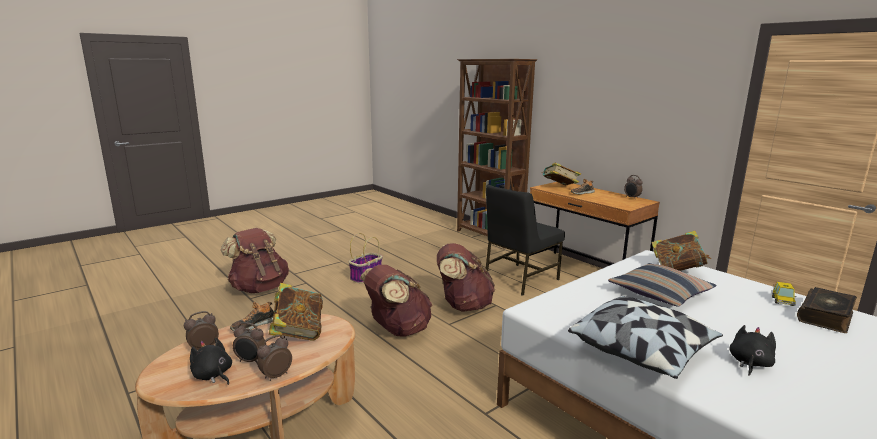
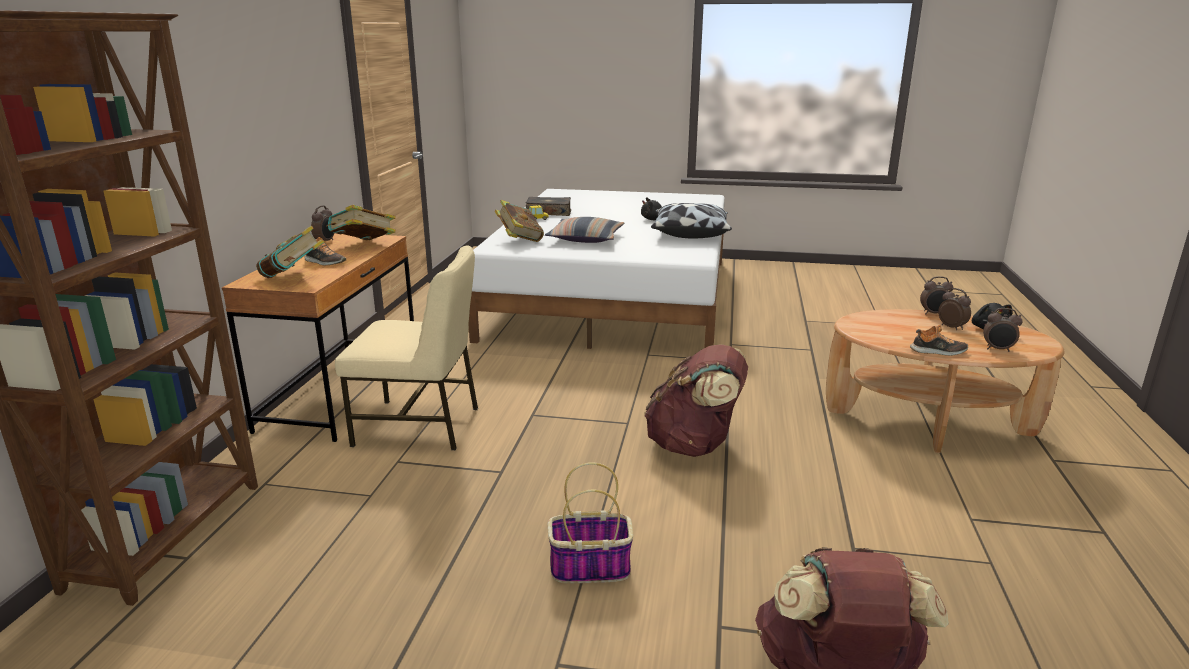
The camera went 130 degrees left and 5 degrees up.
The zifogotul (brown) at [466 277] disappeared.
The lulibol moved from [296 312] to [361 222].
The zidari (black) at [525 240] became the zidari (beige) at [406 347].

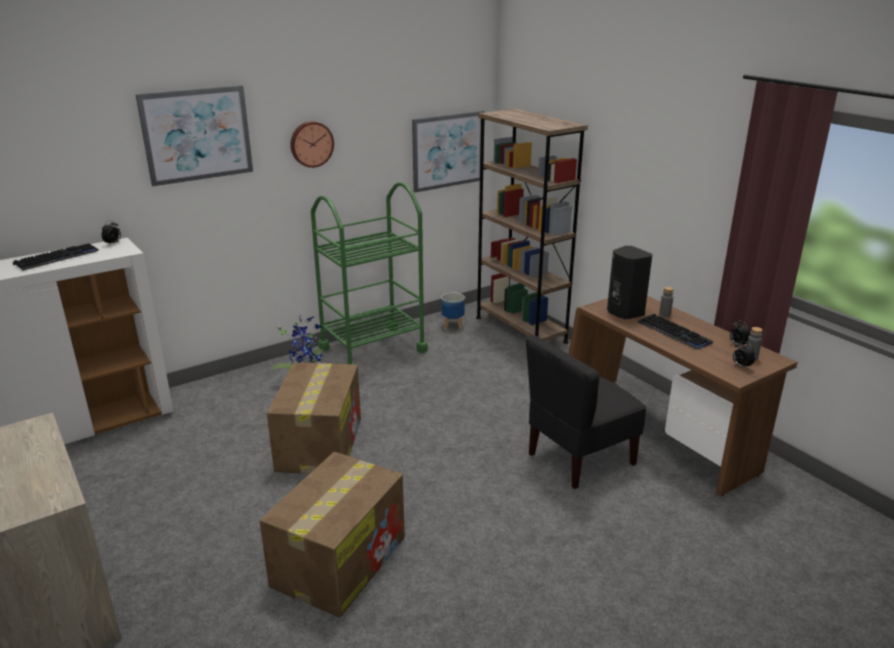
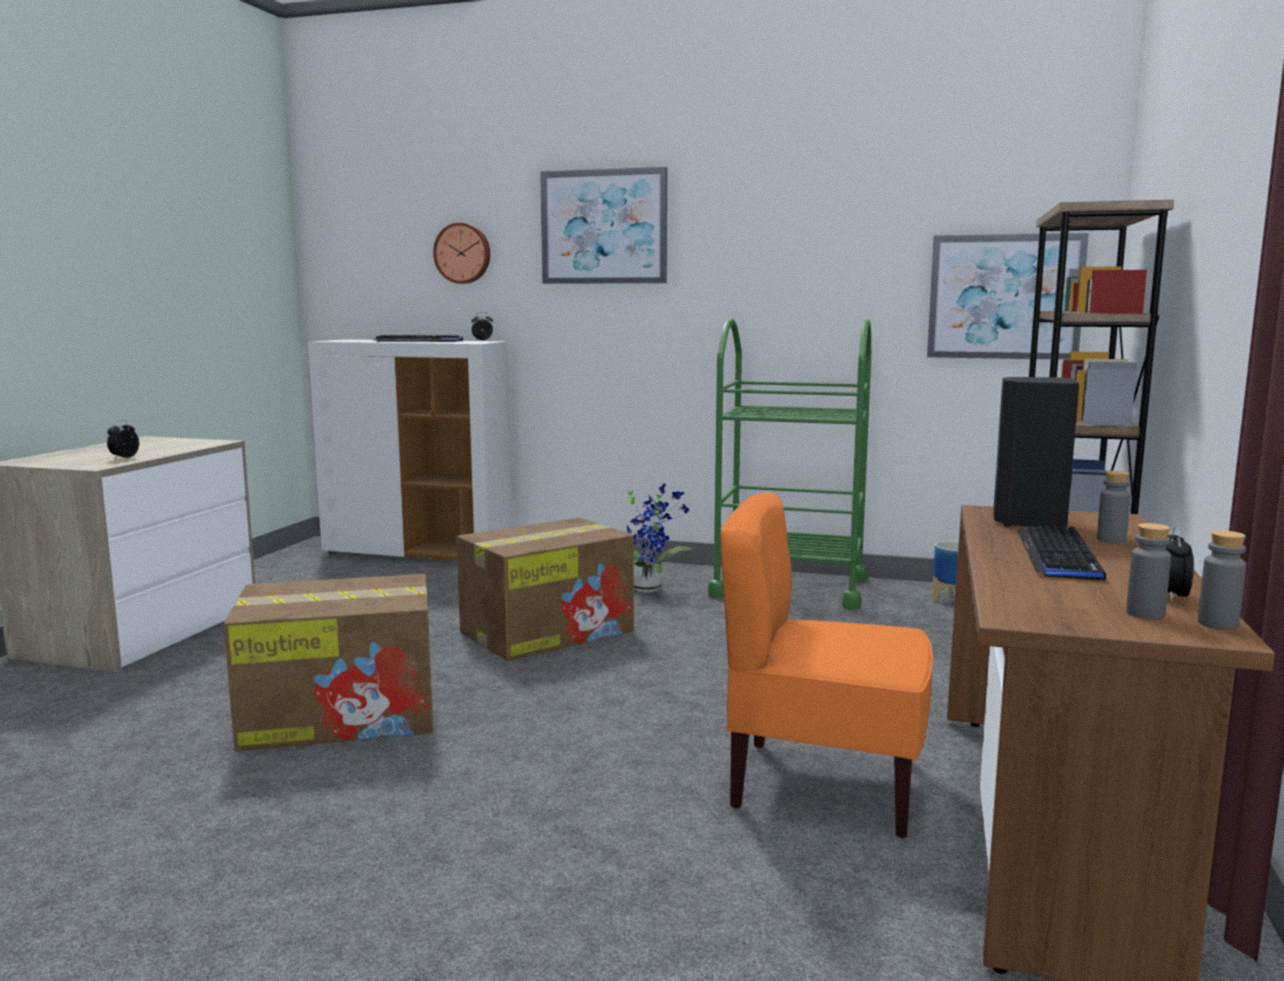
The camera went 50 degrees right and 15 degrees down.
The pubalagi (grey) at [1222 580] appeared.
The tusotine moved from [312 144] to [461 253].
The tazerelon moved from [744 355] to [123 439].
The zidari (black) at [586 412] became the zidari (orange) at [826 665].

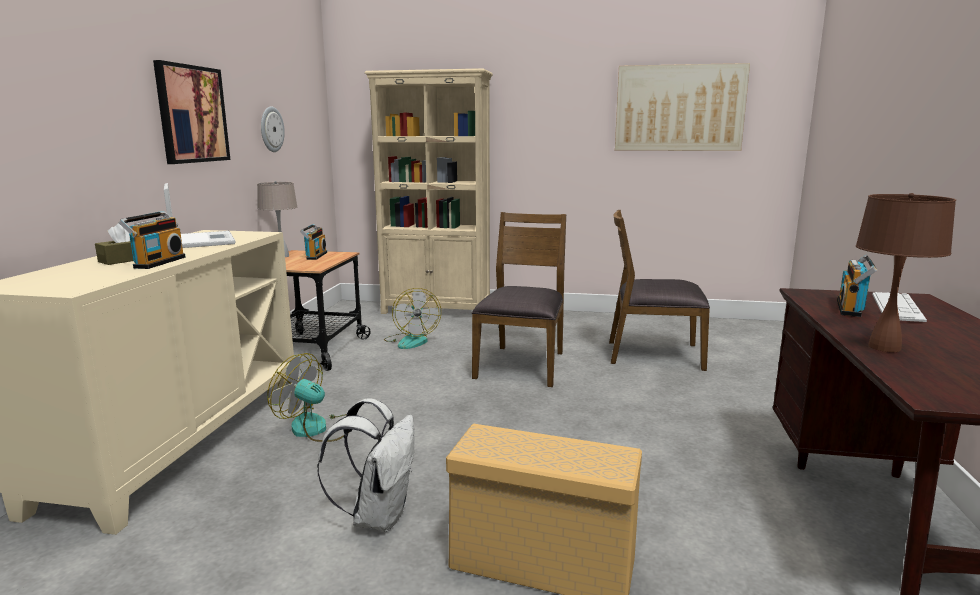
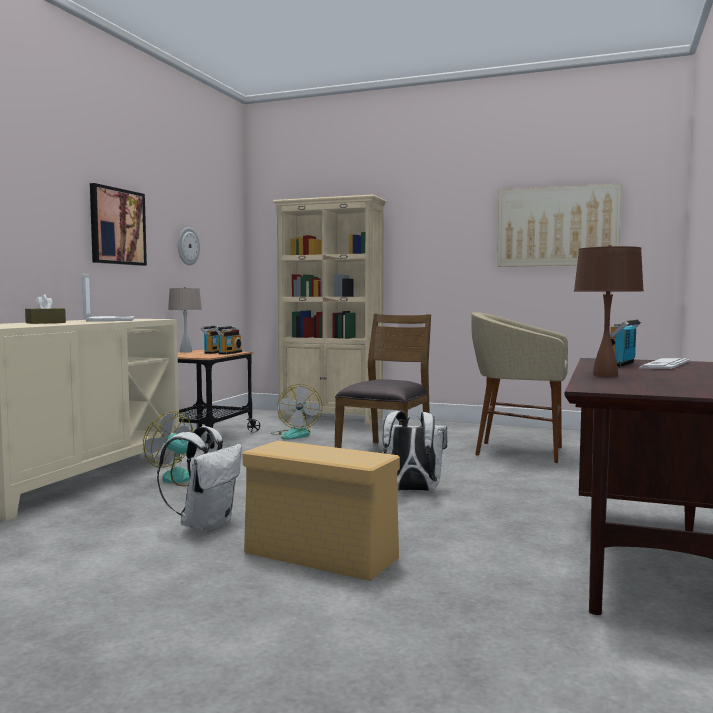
The camera went 10 degrees right and 10 degrees down.
The zifogotul (white) at [415 451] appeared.
The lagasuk moved from [152 240] to [228 340].
The zidari (brown) at [659 290] was replaced by the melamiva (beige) at [519 387].

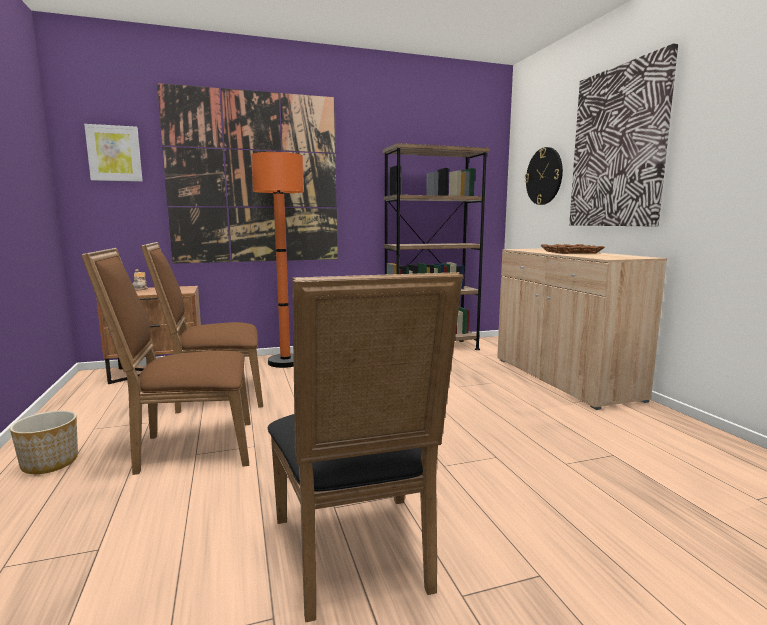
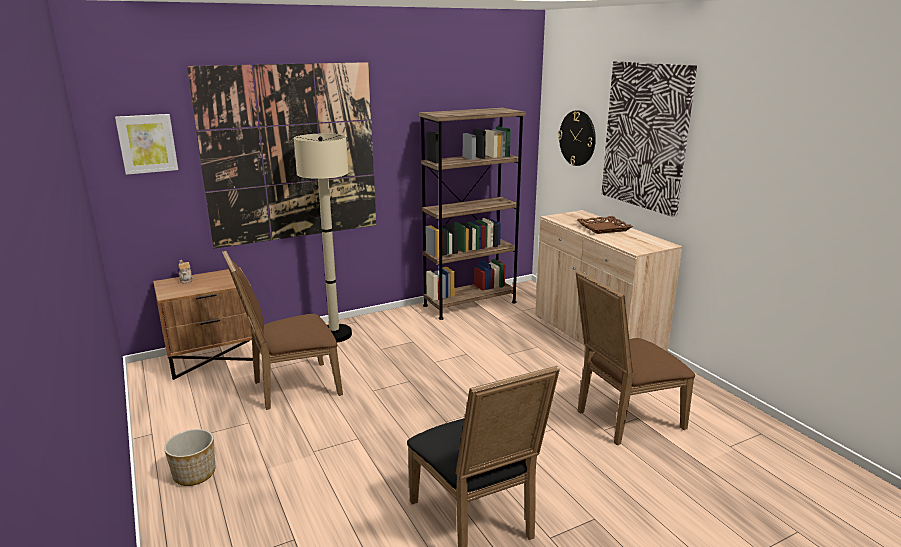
The camera went 10 degrees left and 10 degrees up.
The zidari (brown) moved from [166 361] to [635 357].
The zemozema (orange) at [277 260] became the zemozema (beige) at [323 238].

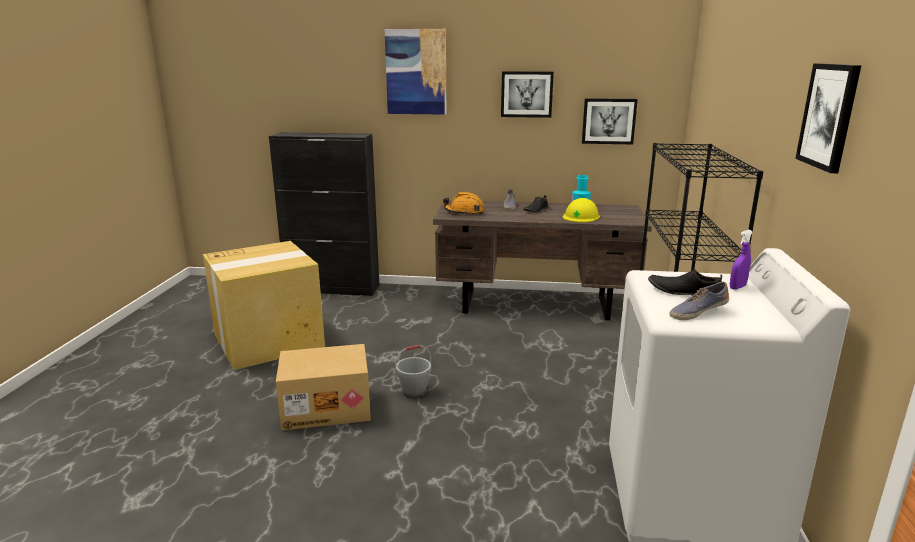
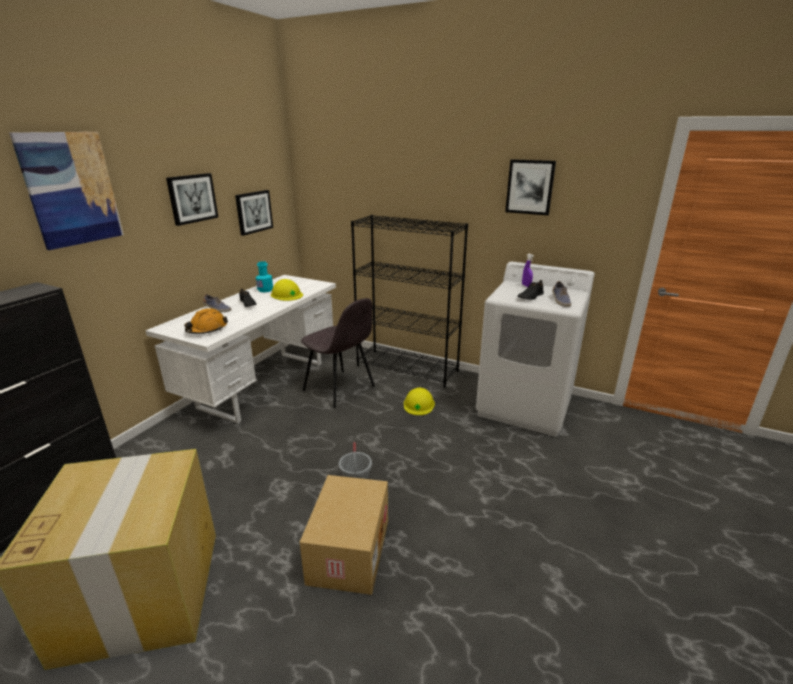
The camera went 70 degrees left and 5 degrees up.
The zidari (grey) at [338 353] appeared.
The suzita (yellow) at [419 401] appeared.
The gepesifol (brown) at [542 260] became the gepesifol (white) at [240 349].

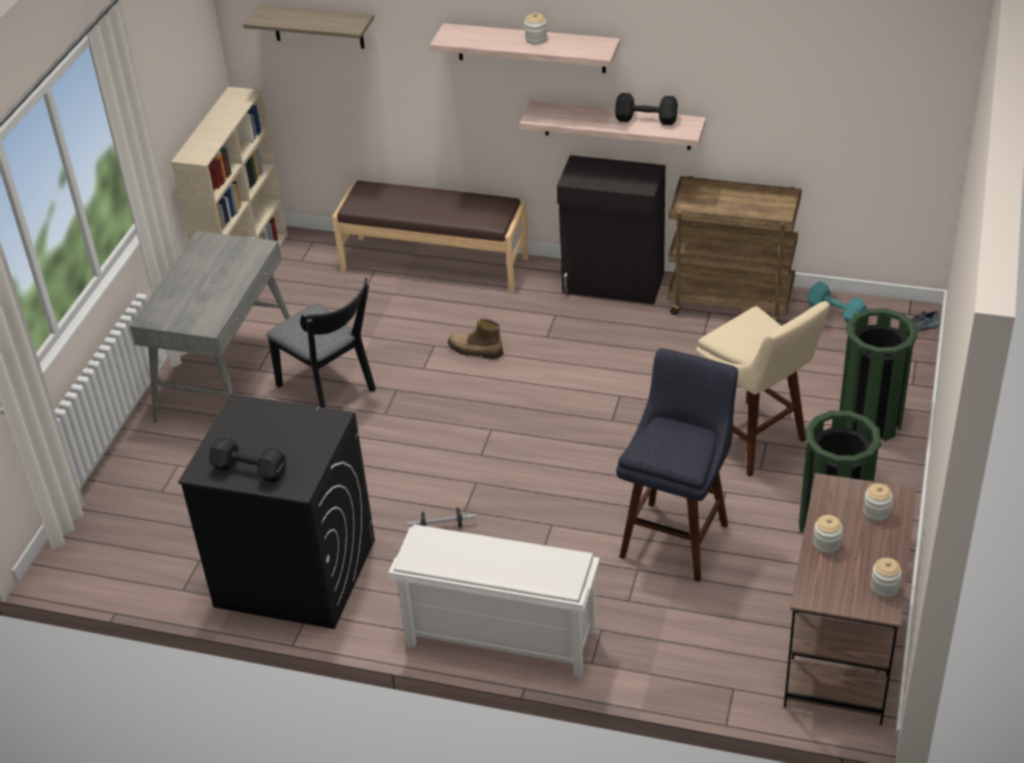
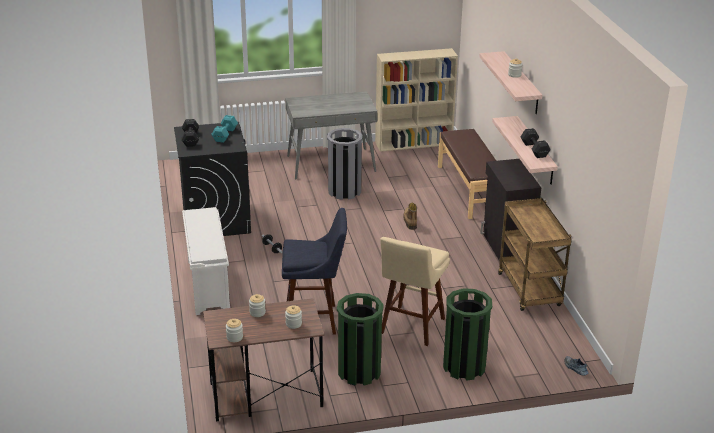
The camera went 60 degrees right and 10 degrees down.
The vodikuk at [308 27] disappeared.
The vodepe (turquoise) moved from [837 302] to [224 129].
The zidari (black) at [321 343] was replaced by the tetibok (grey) at [345 164].

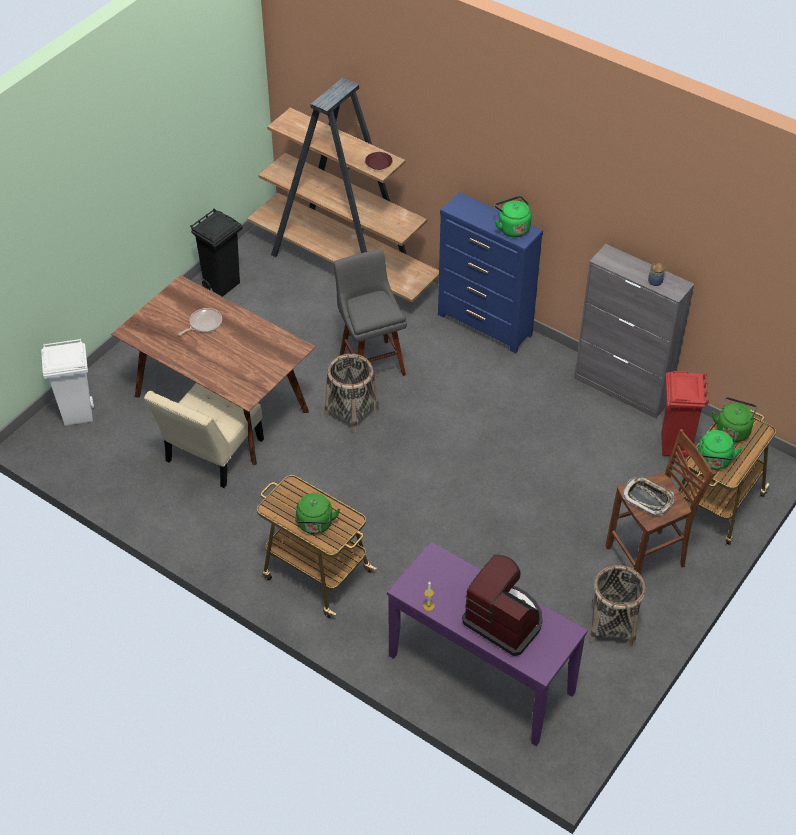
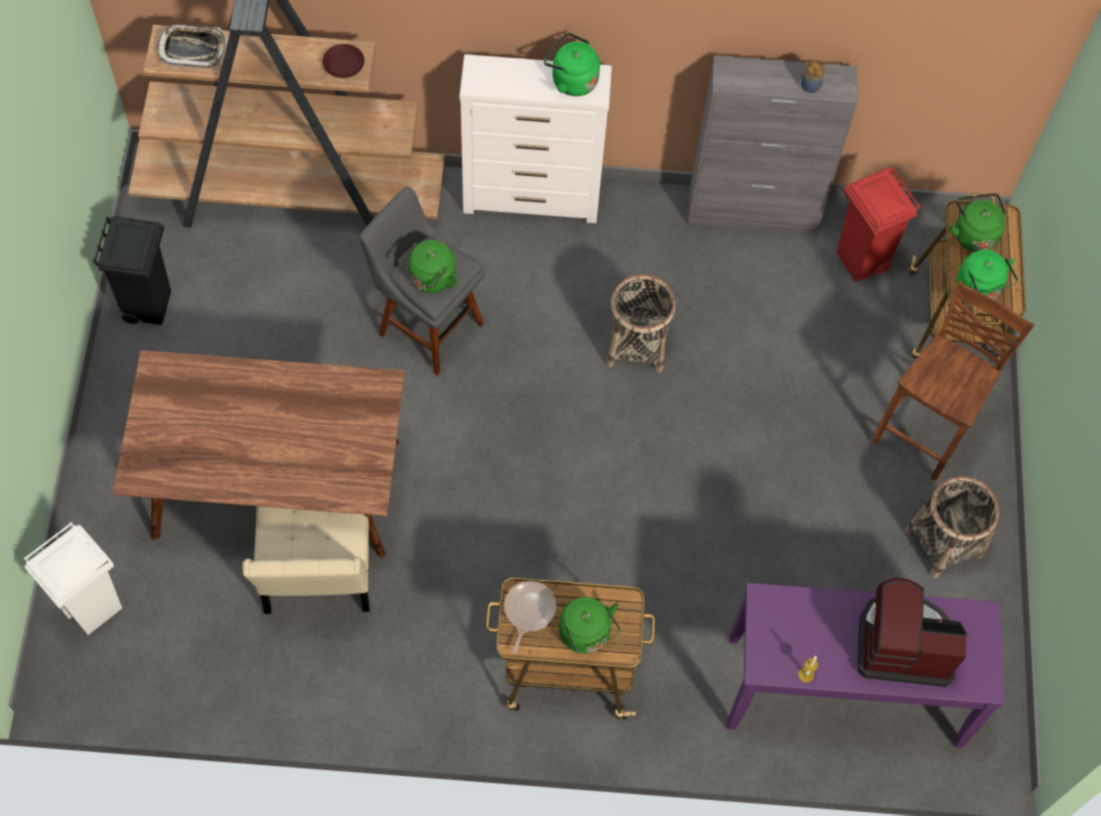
The camera went 35 degrees left and 15 degrees up.
The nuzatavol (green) at [428 266] appeared.
The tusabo moved from [200 321] to [530 617].
The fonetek moved from [352 393] to [641 323].
The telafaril moved from [648 496] to [191 46].
The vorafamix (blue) at [490 272] became the vorafamix (white) at [535 138].

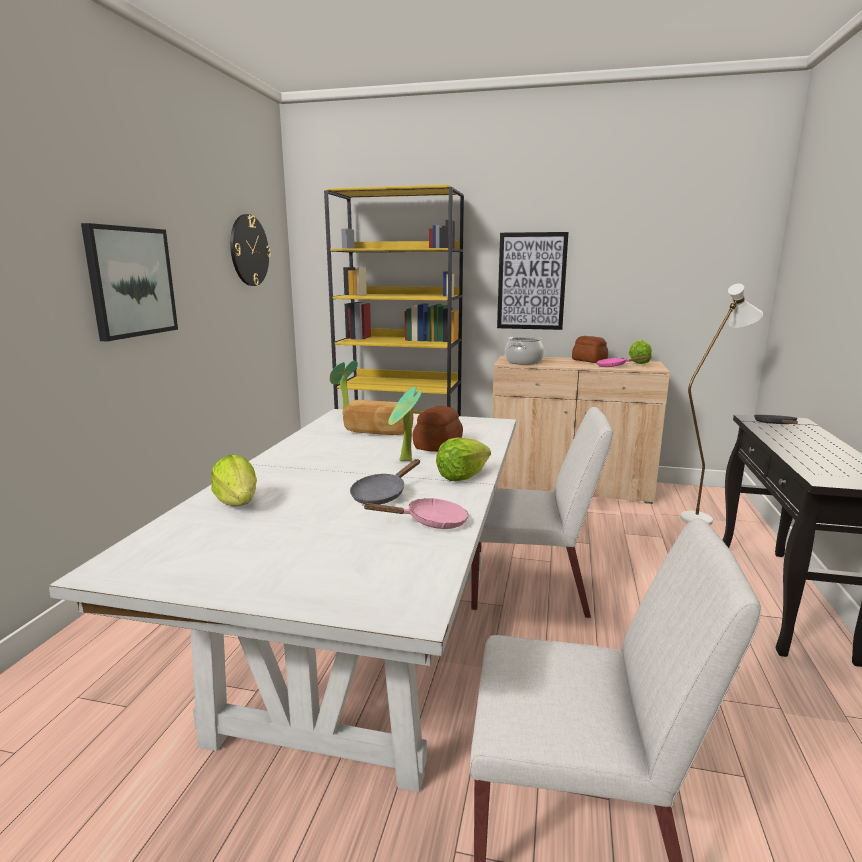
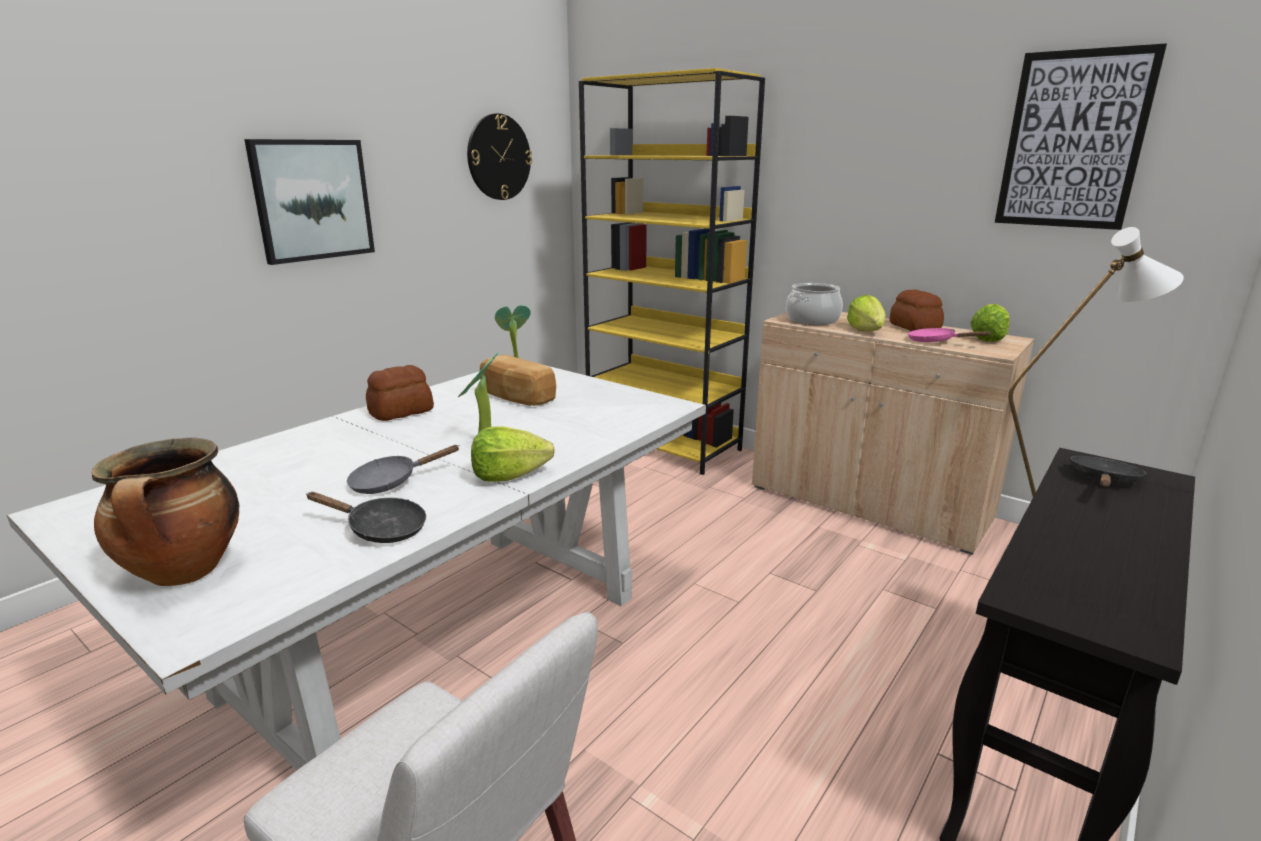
The camera went 25 degrees right and 5 degrees up.
The zidari (white) at [542 512] disappeared.
The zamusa at [165 512] appeared.
The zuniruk moved from [234 481] to [866 313].
The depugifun moved from [438 429] to [400 393].
The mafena moved from [533 281] to [1081 136].
The tusabo (pink) at [415 513] became the tusabo (black) at [366 517].

